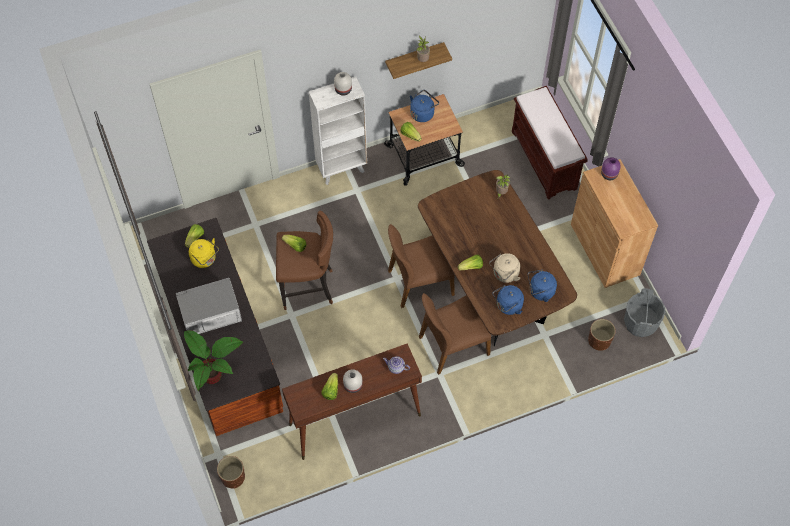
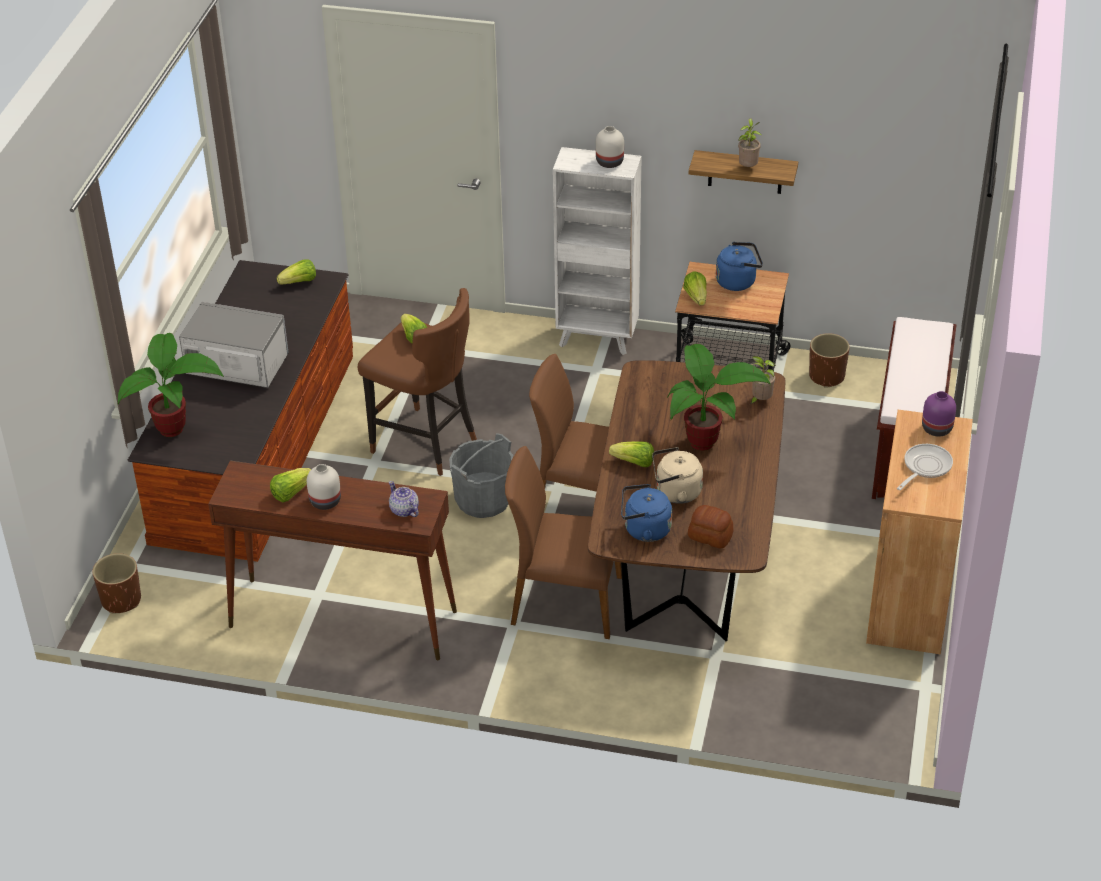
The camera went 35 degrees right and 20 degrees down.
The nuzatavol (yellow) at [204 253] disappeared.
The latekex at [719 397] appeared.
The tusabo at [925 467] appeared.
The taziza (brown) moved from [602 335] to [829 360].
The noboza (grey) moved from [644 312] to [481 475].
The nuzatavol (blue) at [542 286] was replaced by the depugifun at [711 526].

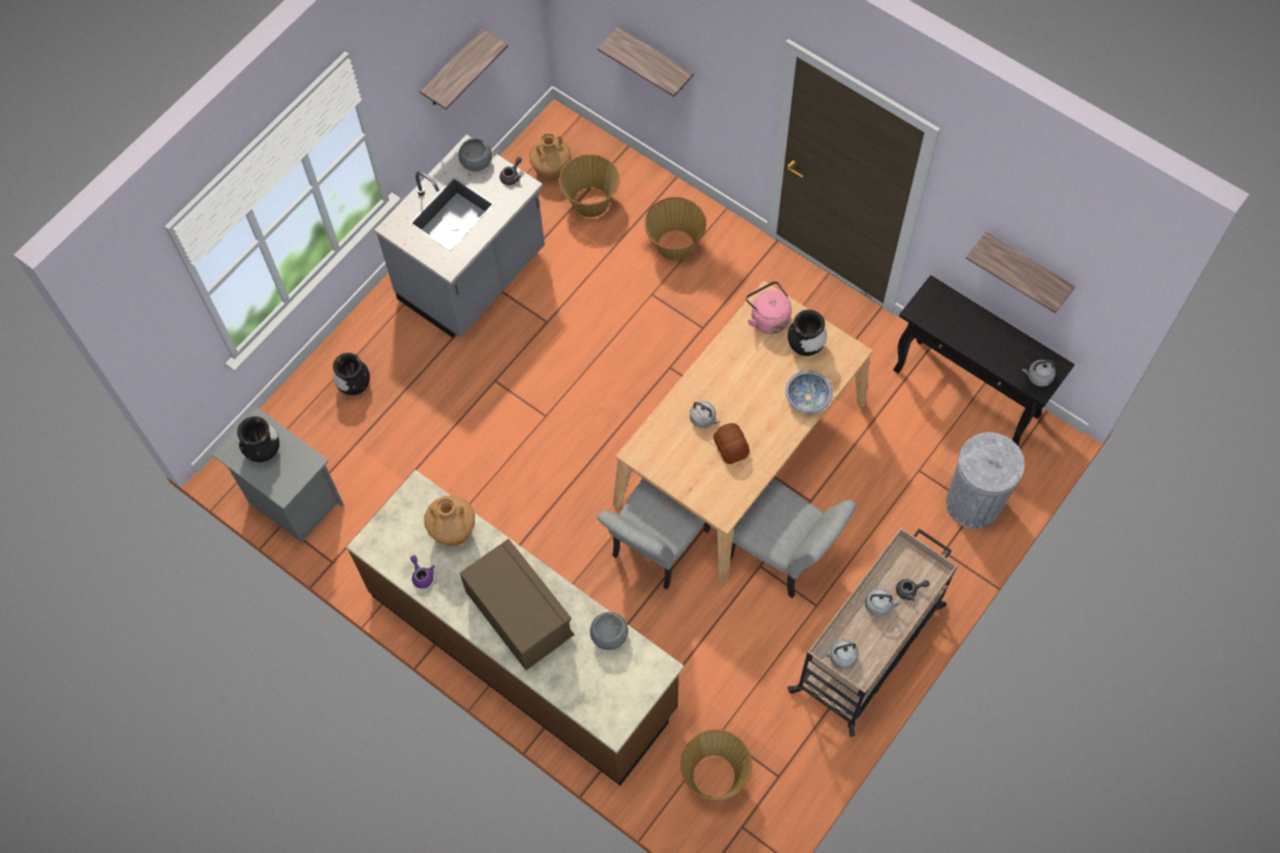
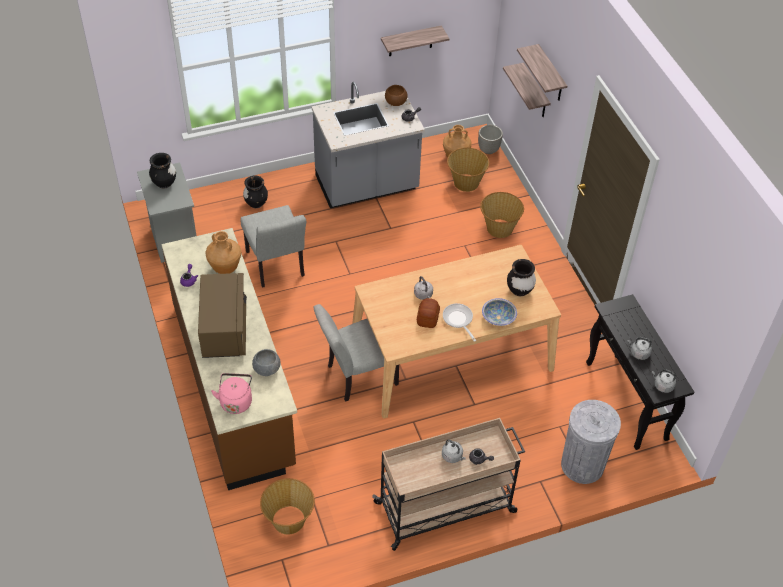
The camera went 30 degrees right and 15 degrees down.
The tusabo at [459 322] appeared.
The taziza at [490 139] appeared.
The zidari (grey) moved from [793 538] to [273 246].
The nuzatavol (pink) moved from [769 307] to [231 393].
The nuzatavol (grey) moved from [840 654] to [639 348].
The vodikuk moved from [1020 272] to [542 72].
The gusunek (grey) at [475 155] became the gusunek (brown) at [396 95].

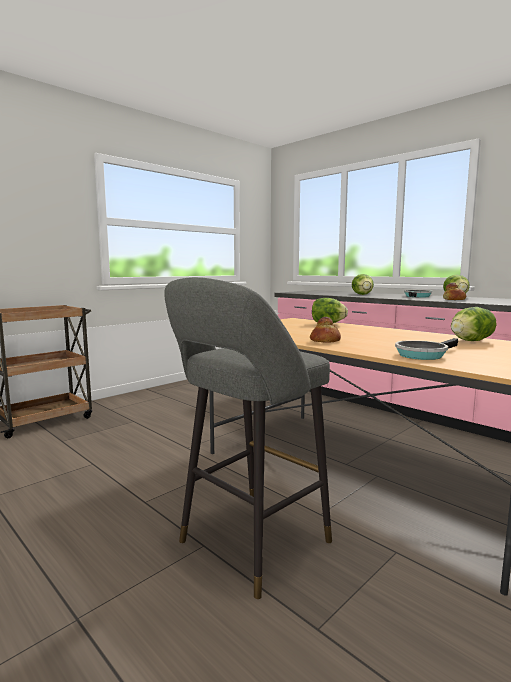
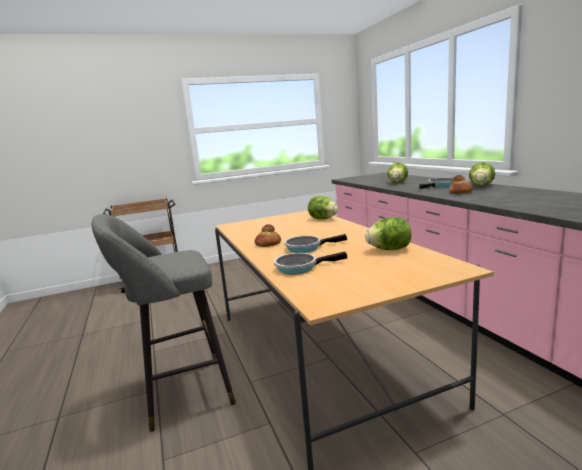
The camera went 25 degrees right and 5 degrees up.
The tusabo at [315 243] appeared.

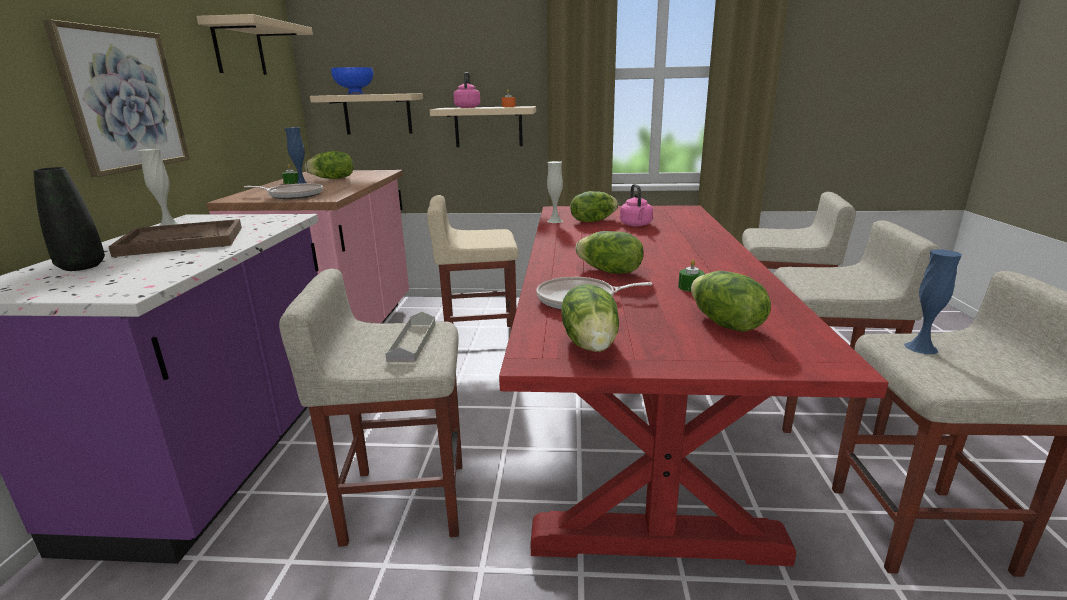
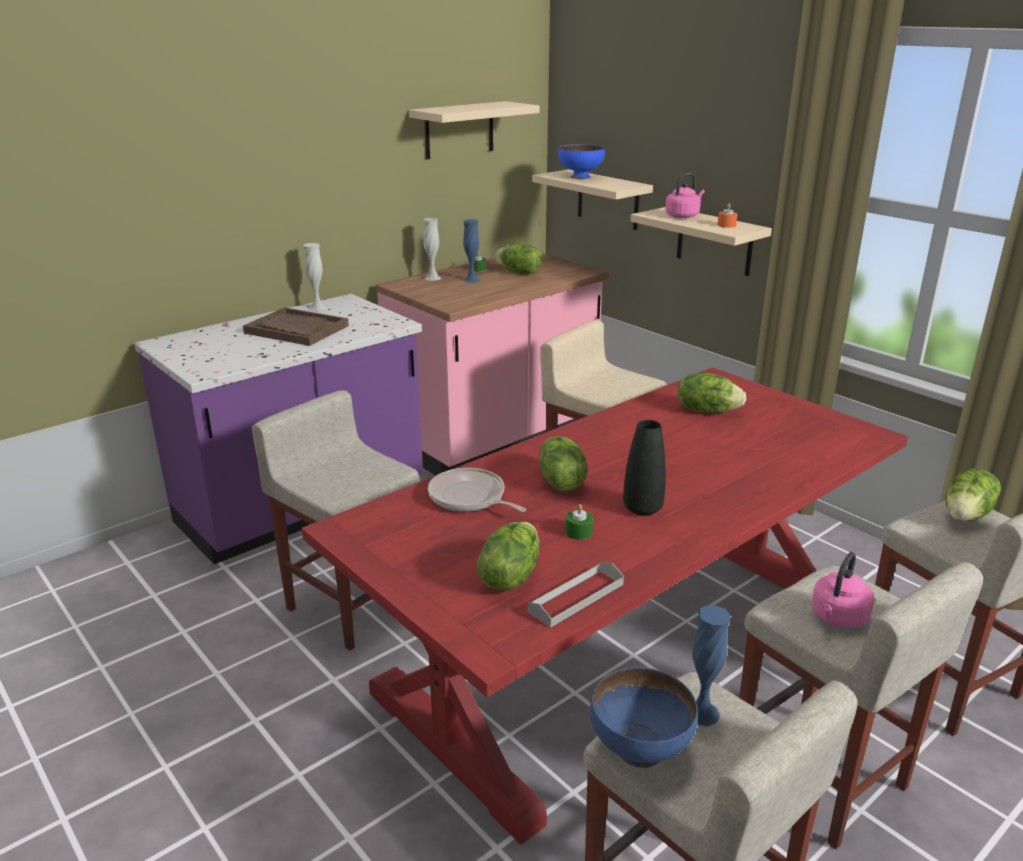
The camera went 45 degrees right and 5 degrees up.
The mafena at [116 98] disappeared.
The tusabo at [283 191] disappeared.
The gusunek (blue) at [644 717] appeared.
The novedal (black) moved from [69 219] to [644 468].
The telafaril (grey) moved from [410 337] to [576 595].
The novedal (white) moved from [555 192] to [432 249].
The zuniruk moved from [590 318] to [973 495].
The nuzatavol (pink) moved from [636 205] to [842 590].

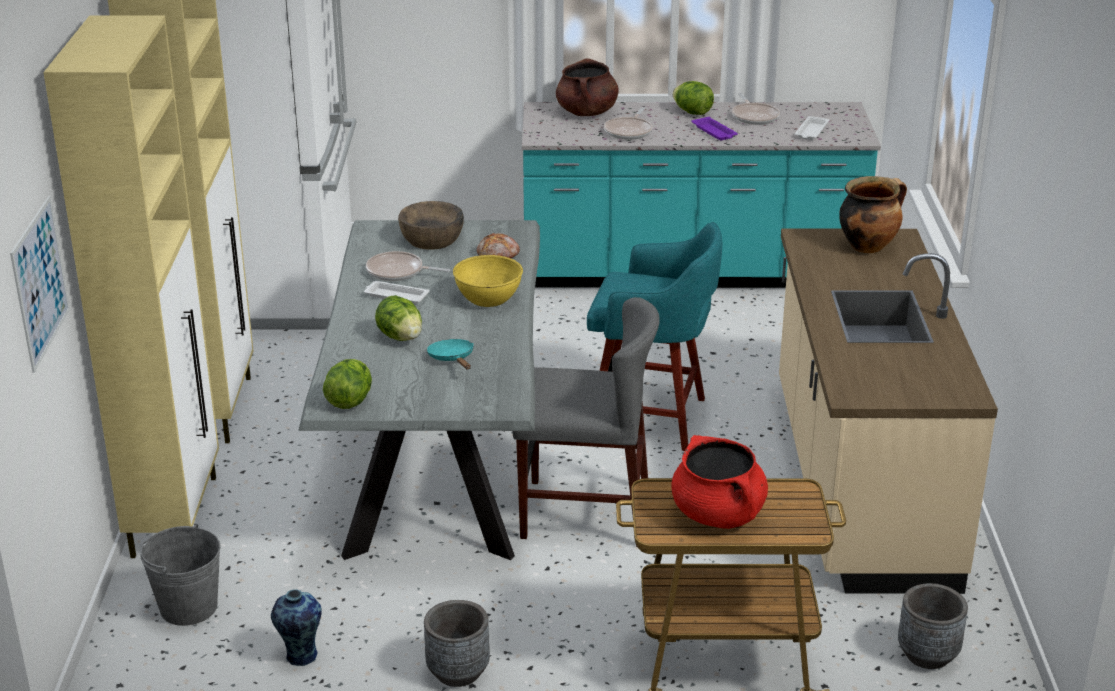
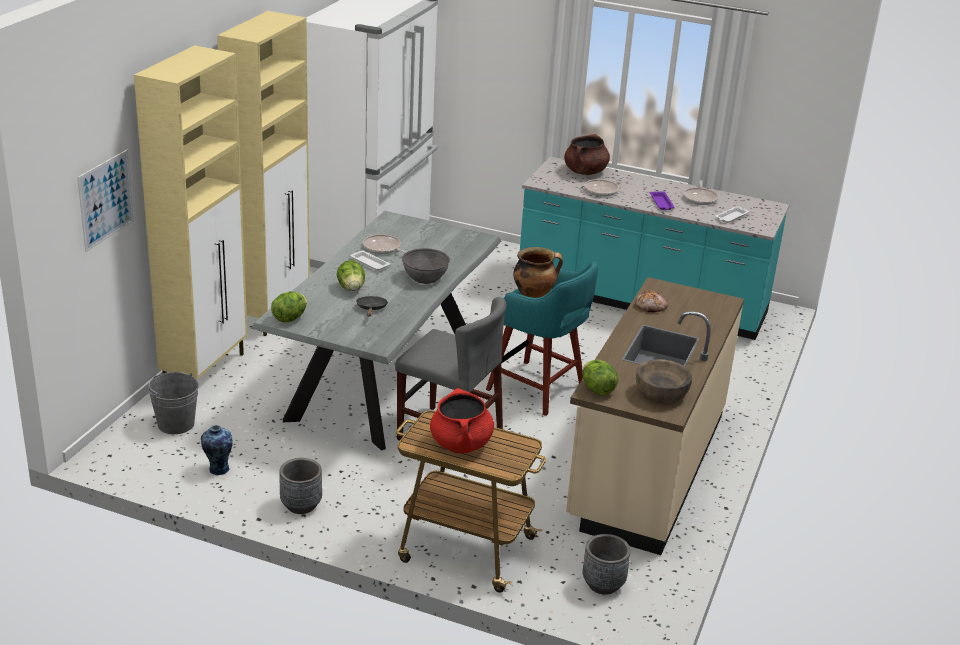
The camera went 20 degrees right and 0 degrees up.
The gusunek (brown) moved from [431 225] to [664 382].
The depugifun moved from [498 245] to [651 301].
The zuniruk moved from [693 98] to [600 378].
The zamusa moved from [873 214] to [538 272].
The tusabo (turquoise) at [450 354] became the tusabo (black) at [372 306].
The gusunek (yellow) at [488 281] became the gusunek (grey) at [426 266].

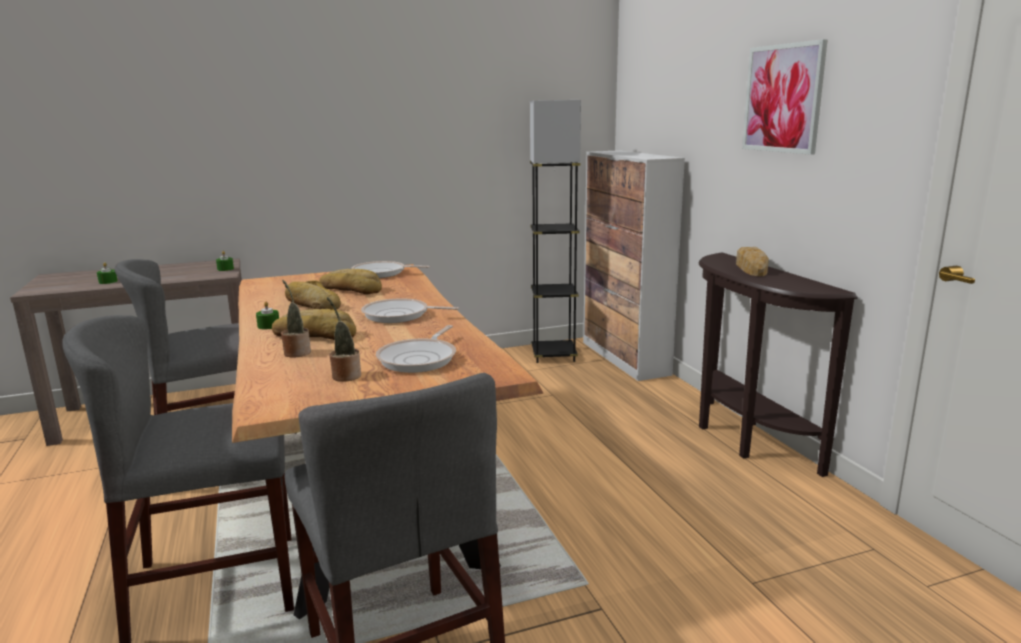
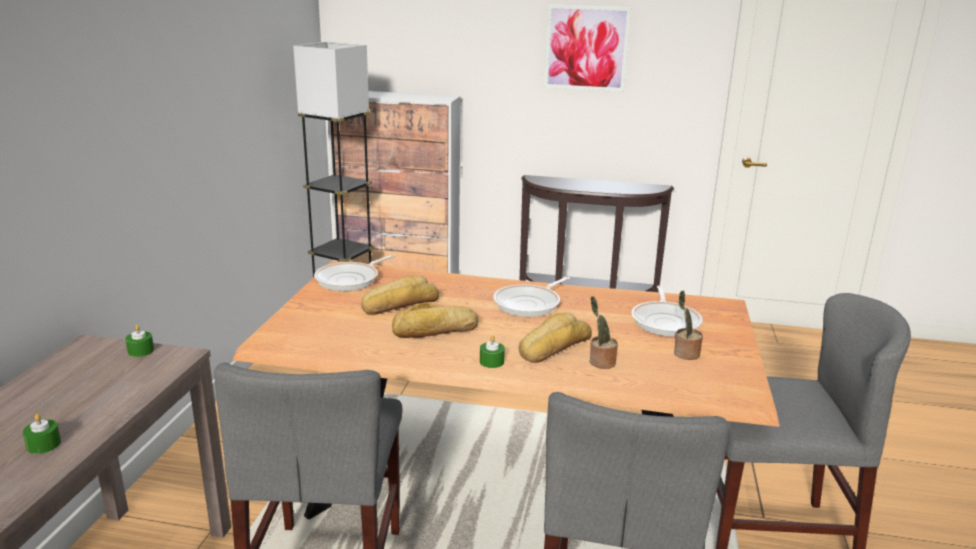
The camera went 60 degrees left and 5 degrees up.
The depugifun at [752 261] disappeared.
The tusabo at [416 349] turned 45 degrees clockwise.

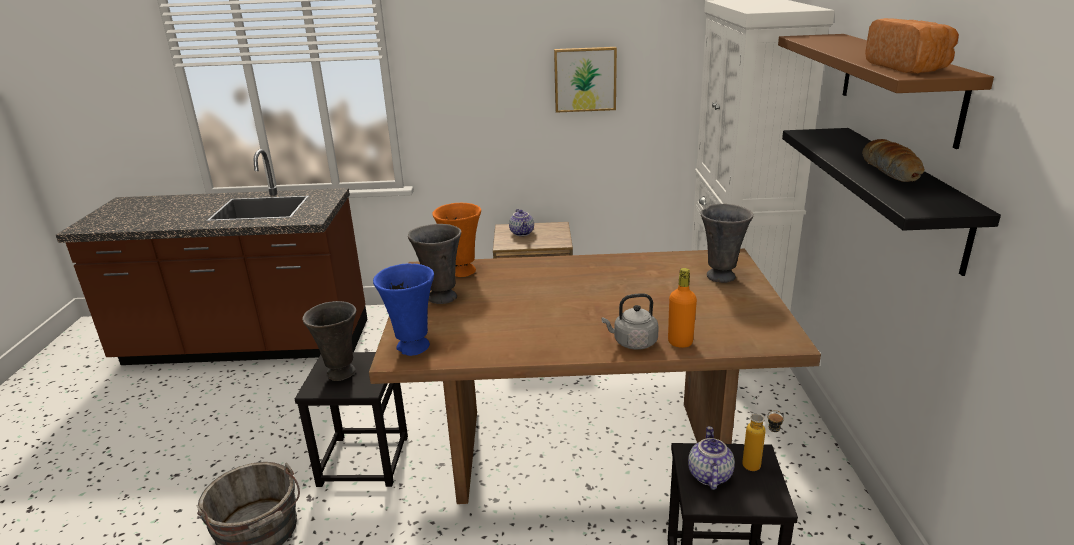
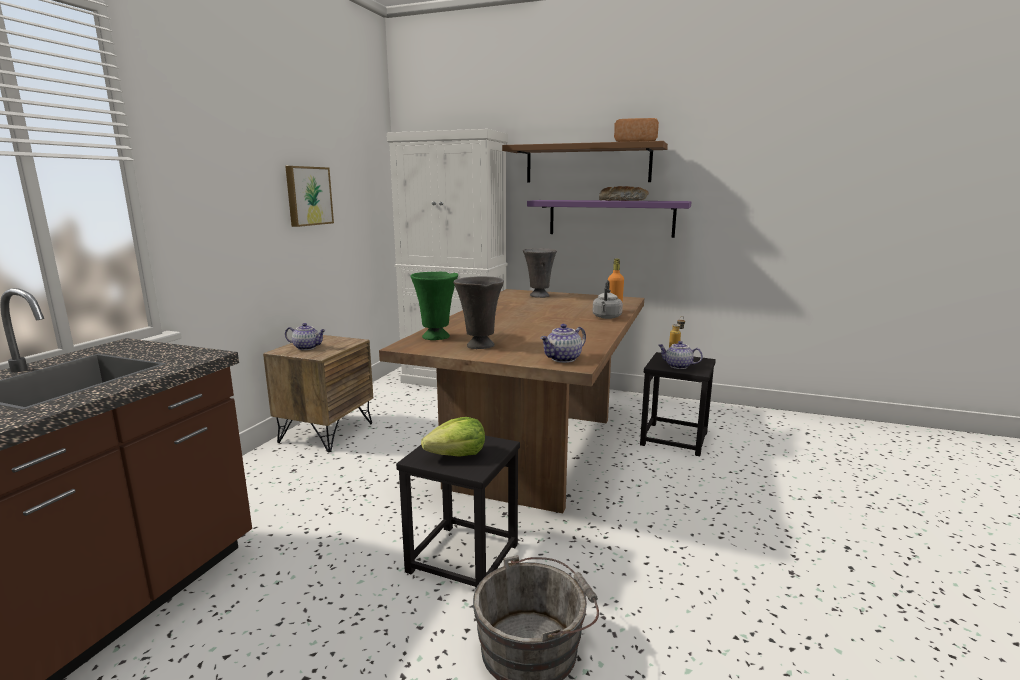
The camera went 70 degrees left and 10 degrees down.
The novedal (grey) at [329 341] was replaced by the zuniruk at [453 437].
The novedal (blue) at [403 309] was replaced by the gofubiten at [563 343].
The novedal (orange) at [456 240] became the novedal (green) at [434 306].
The vodikuk (black) at [891 202] became the vodikuk (purple) at [609 219].

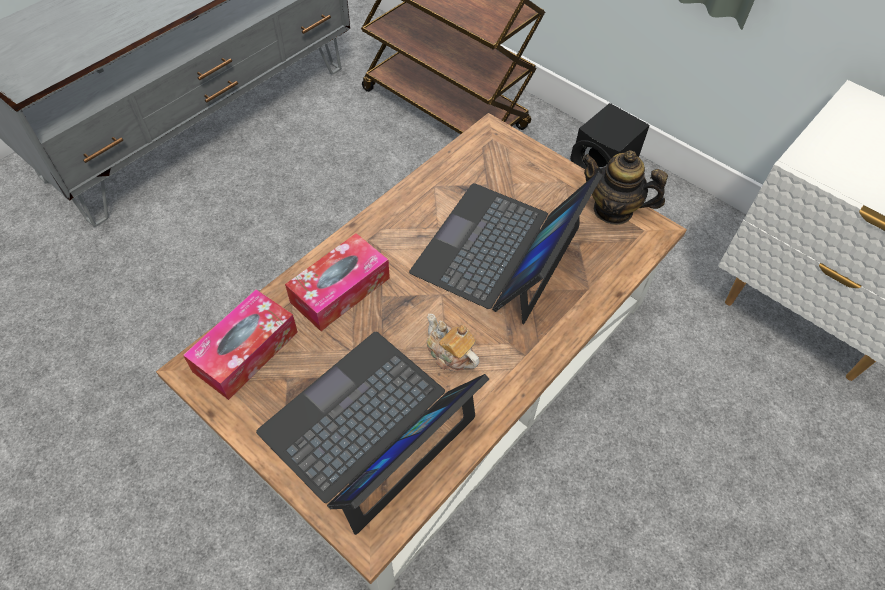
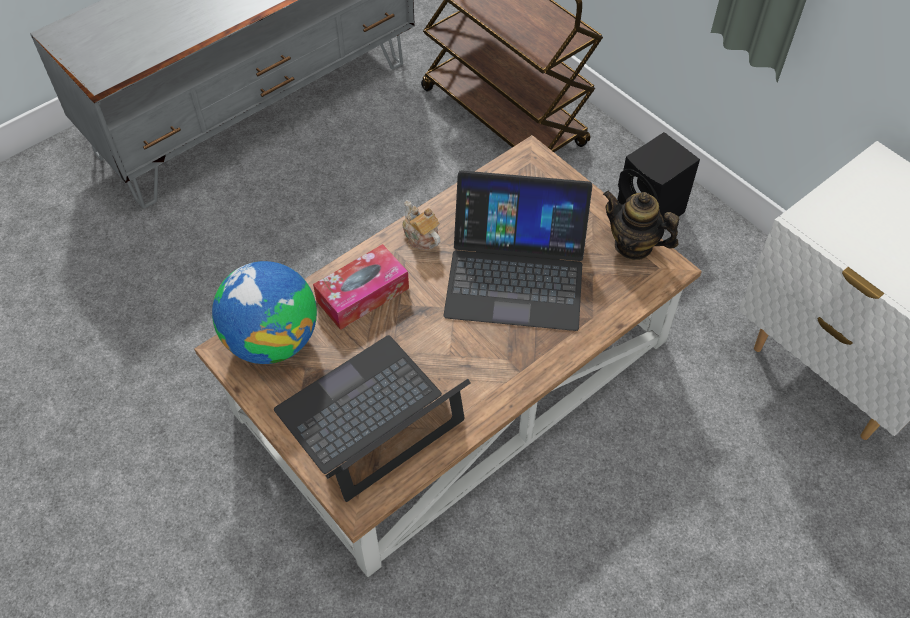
The camera went 10 degrees right and 0 degrees up.
The gofubiten moved from [453 342] to [421 225].
The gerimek at [240 344] was replaced by the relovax at [264 312].
The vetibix at [506 248] turned 120 degrees counterclockwise.

